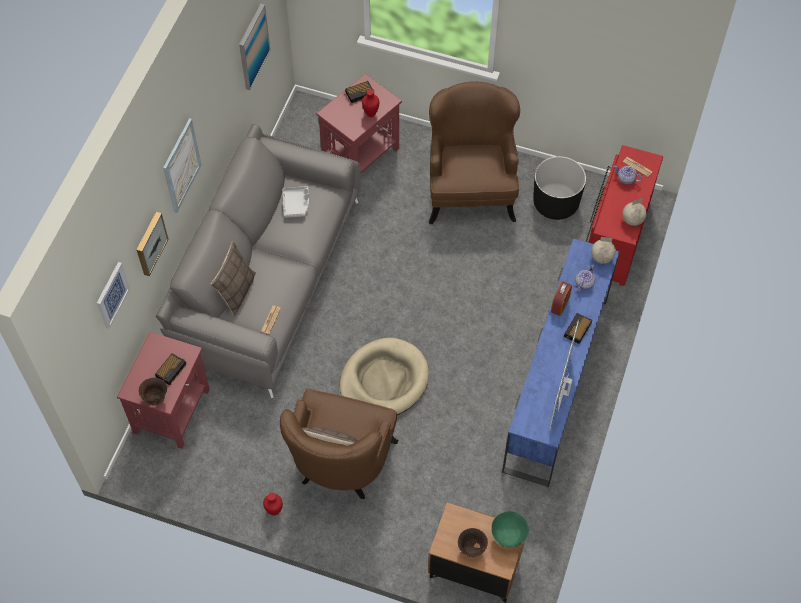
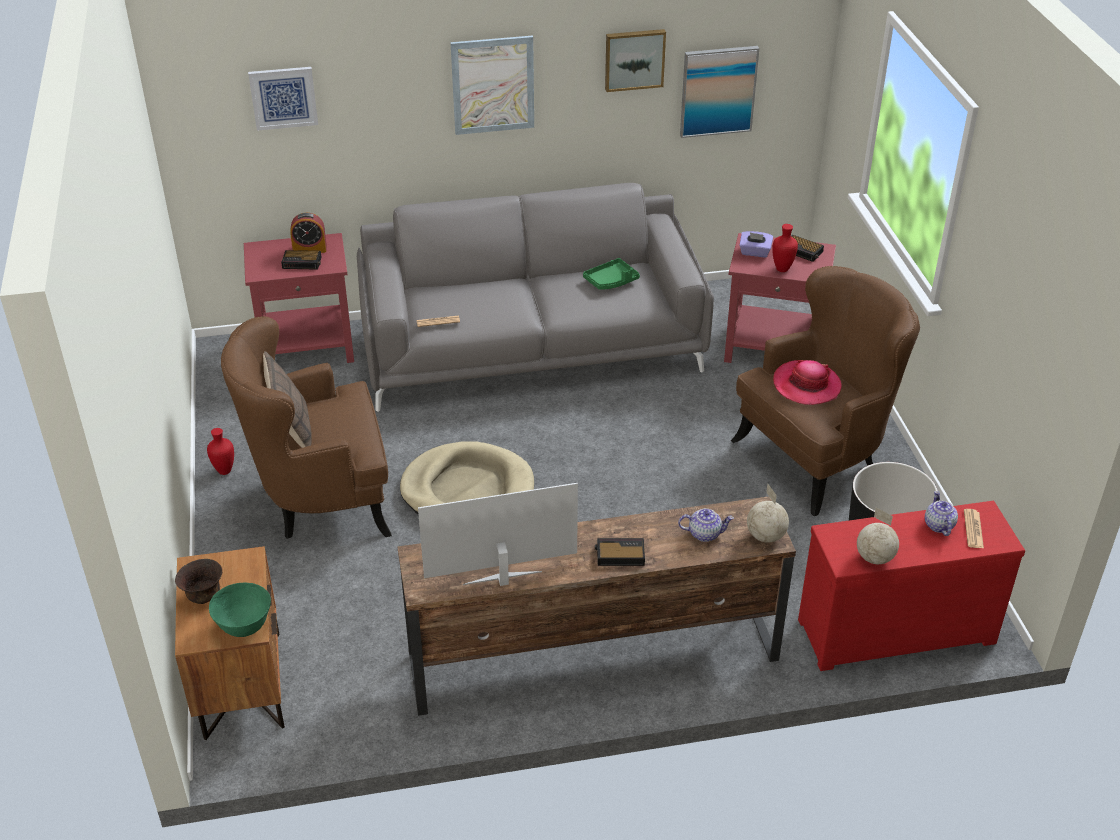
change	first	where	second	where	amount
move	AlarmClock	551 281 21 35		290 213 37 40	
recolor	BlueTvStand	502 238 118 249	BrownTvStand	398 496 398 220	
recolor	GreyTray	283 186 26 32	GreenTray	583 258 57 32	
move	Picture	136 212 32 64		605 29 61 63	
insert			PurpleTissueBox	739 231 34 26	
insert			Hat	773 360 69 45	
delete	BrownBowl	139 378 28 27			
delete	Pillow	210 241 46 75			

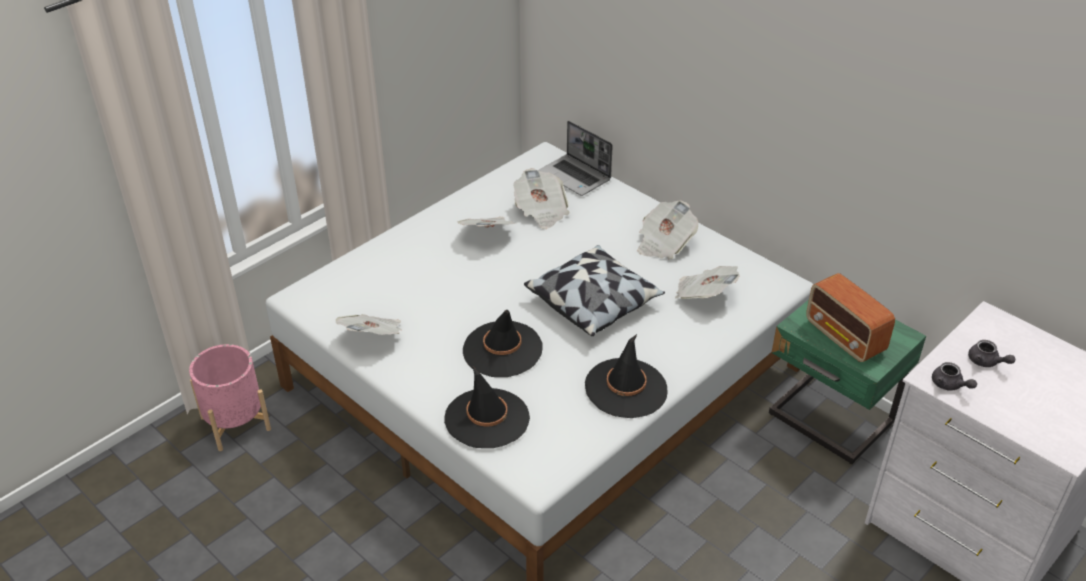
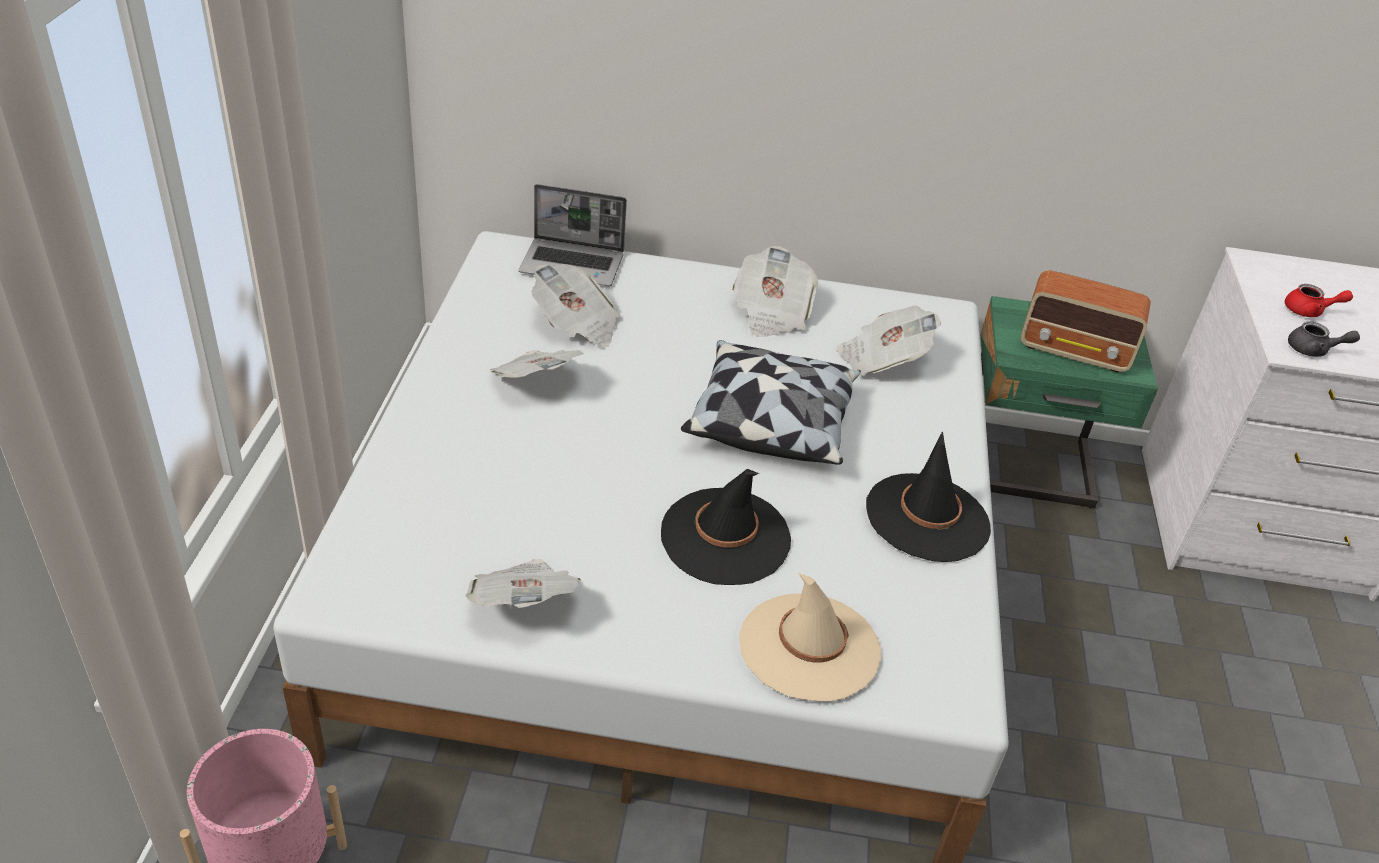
change	first	where	second	where	amount
recolor	BlackHat	444 367 86 81	BeigeHat	739 573 142 128	
recolor	GreyTeapot	968 340 47 27	RedTeapot	1285 284 68 33	

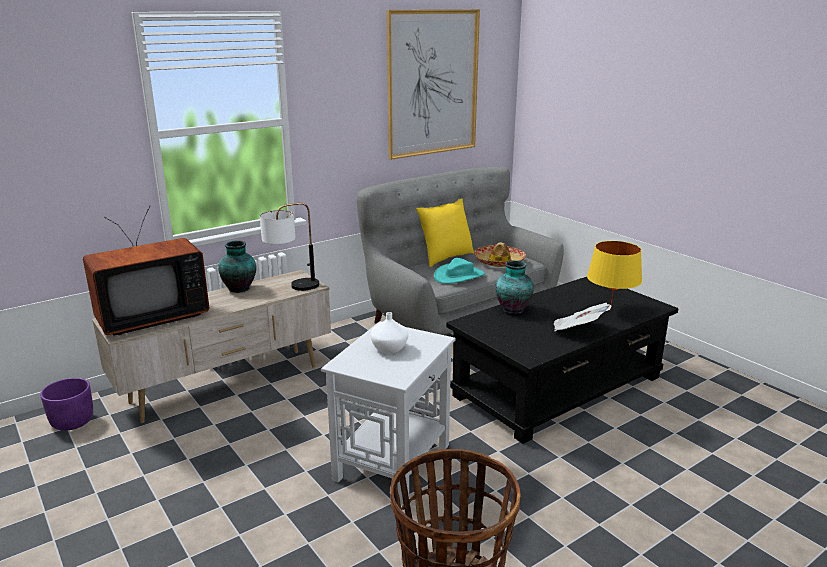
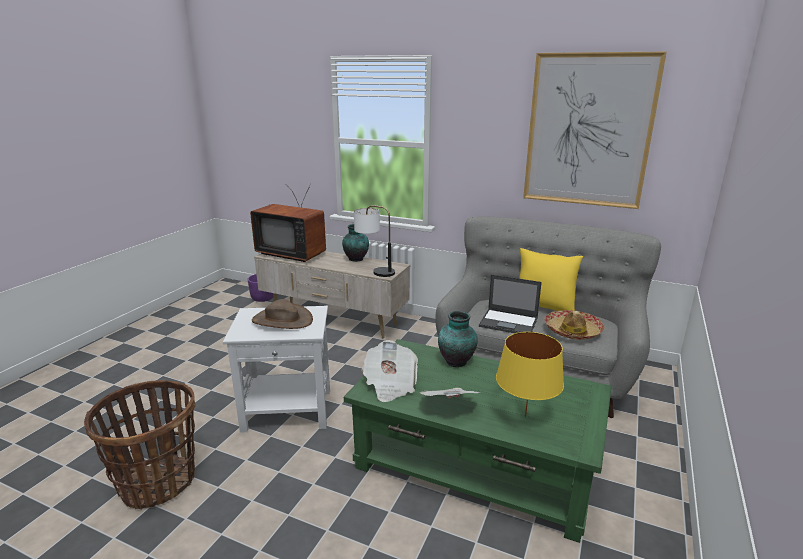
change	first	where	second	where	amount
replace	WhiteVase	371 312 37 42	BrownHat	252 299 61 30	
recolor	BlackCoffeeTable	446 277 232 167	GreenCoffeeTable	344 339 268 204	
insert			Newspaper	362 340 56 62	
replace	TurquoiseHat	434 258 51 26	Laptop	479 275 63 58	

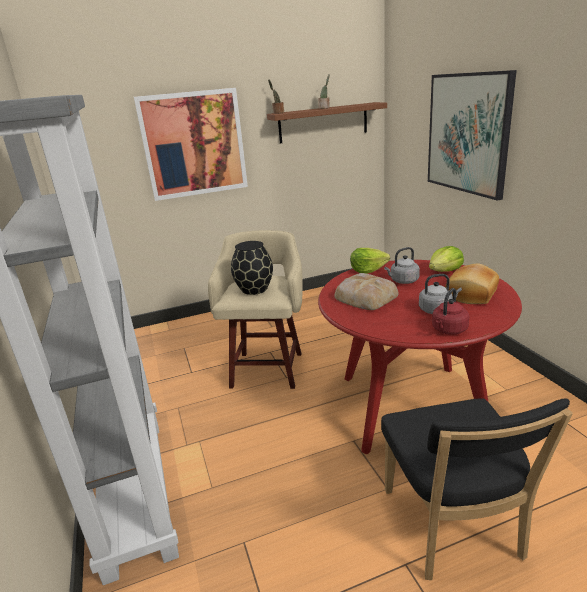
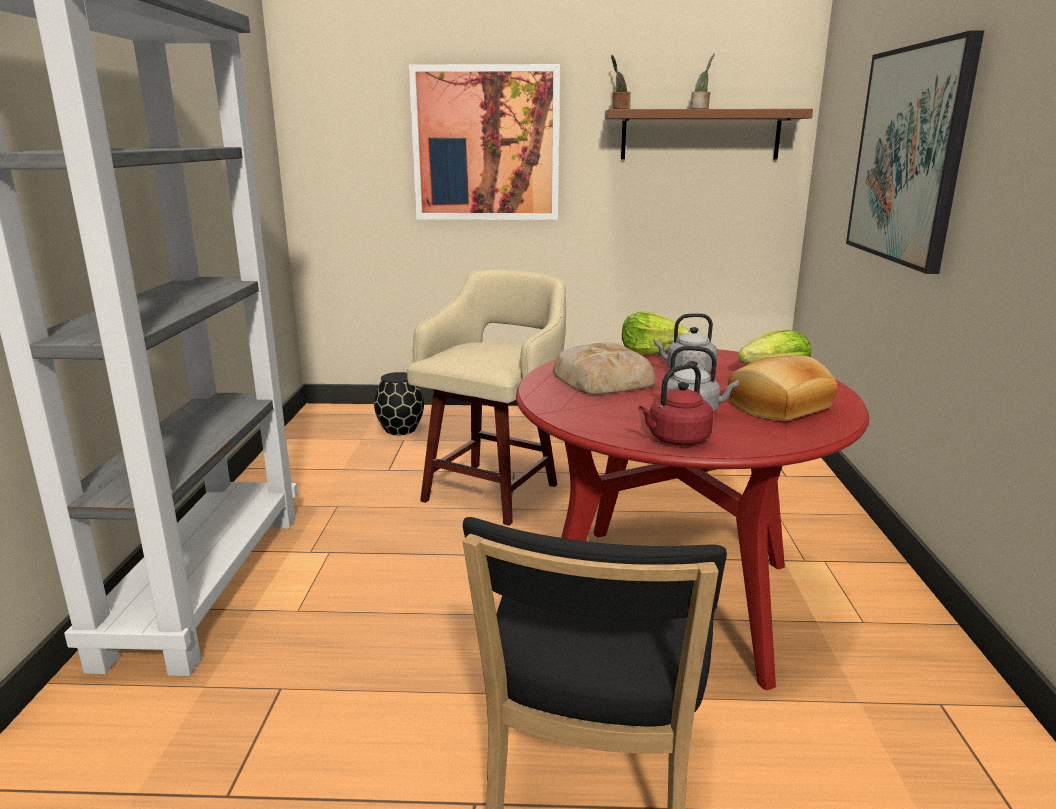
change	first	where	second	where	amount
move	BlackVase	231 241 42 54		374 372 50 63	

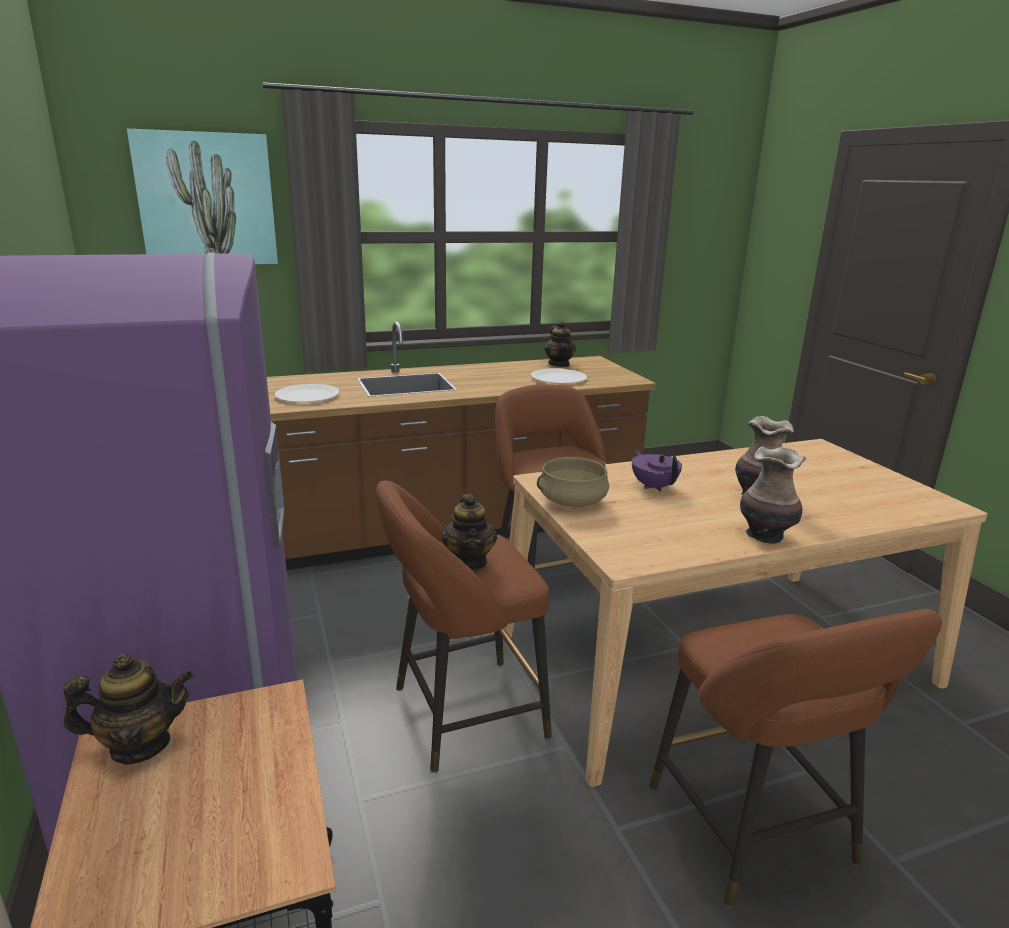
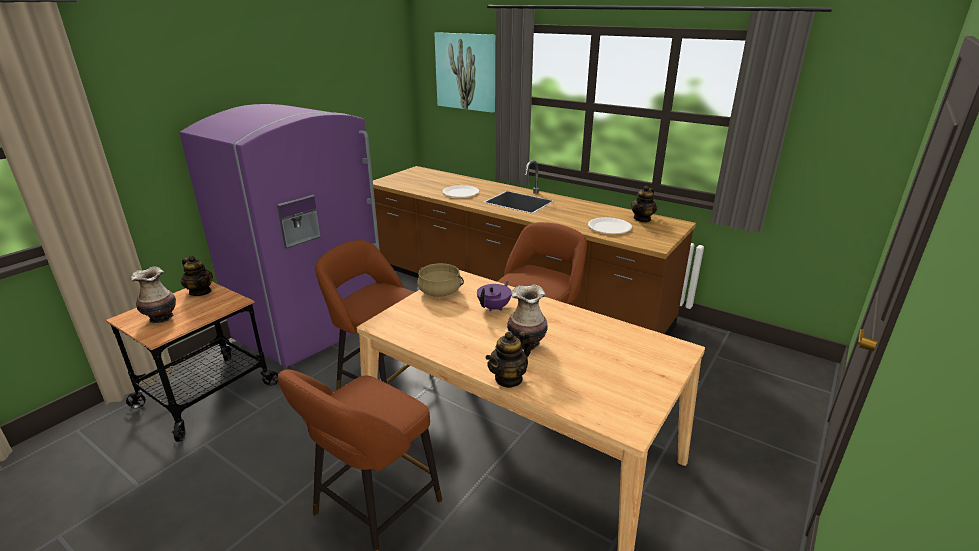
change	first	where	second	where	amount
move	Vase	740 447 66 97		131 266 45 57	
move	Teapot	441 494 56 76		485 331 46 57	

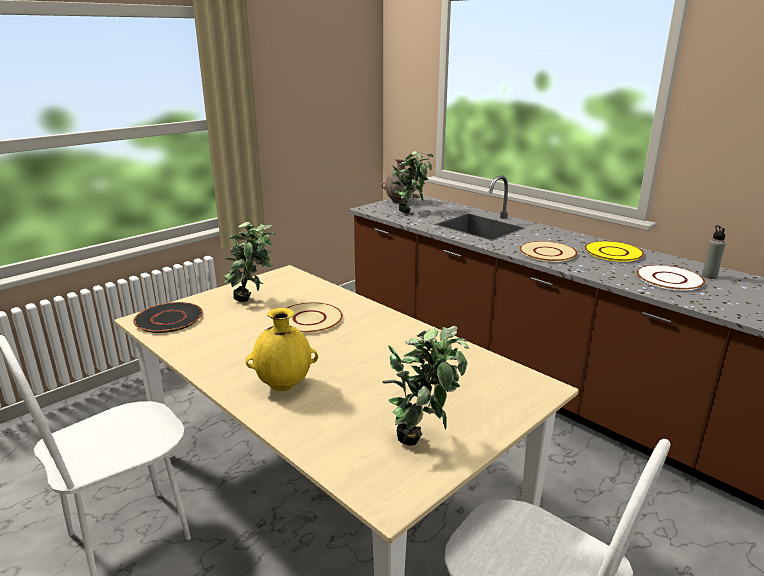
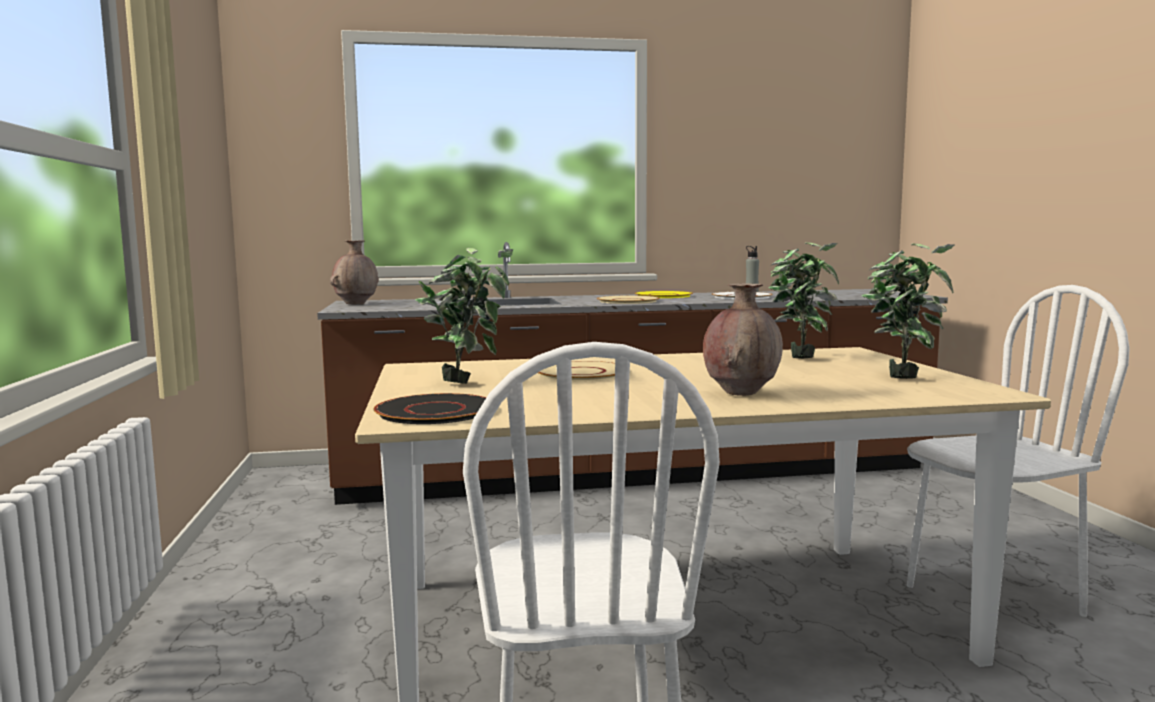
change	first	where	second	where	amount
recolor	YellowVase	245 308 73 83	BrownVase	703 283 80 113	
move	PottedPlant	391 151 42 62		768 242 71 116	

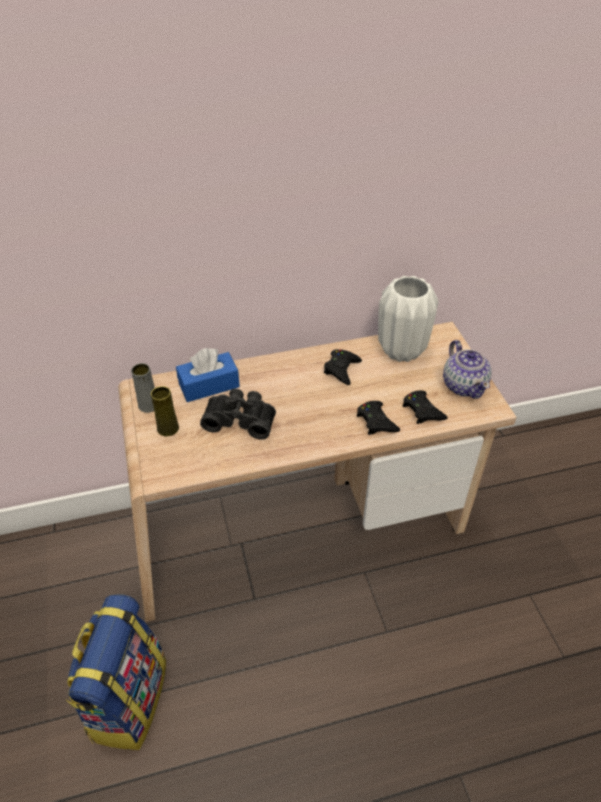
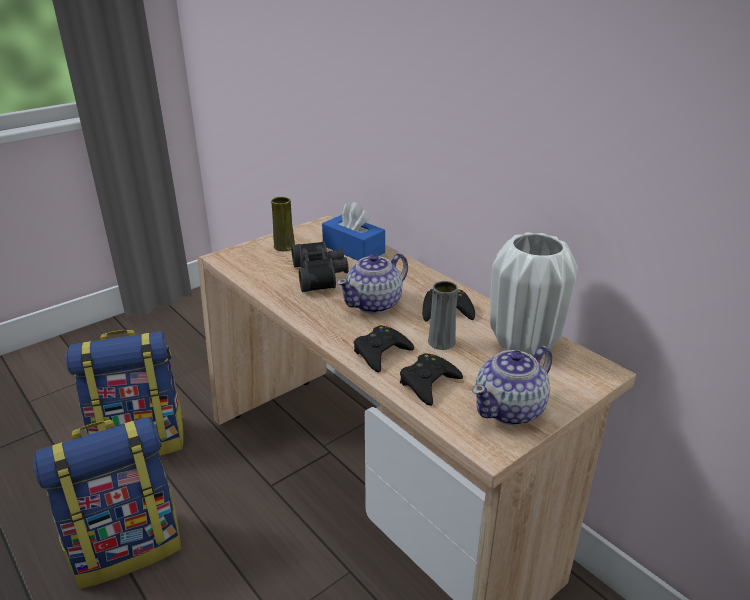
change	first	where	second	where	amount
insert			Backpack	33 417 148 172	
insert			Teapot	337 253 71 61	
move	GreyVase	131 363 24 50		428 281 30 69	

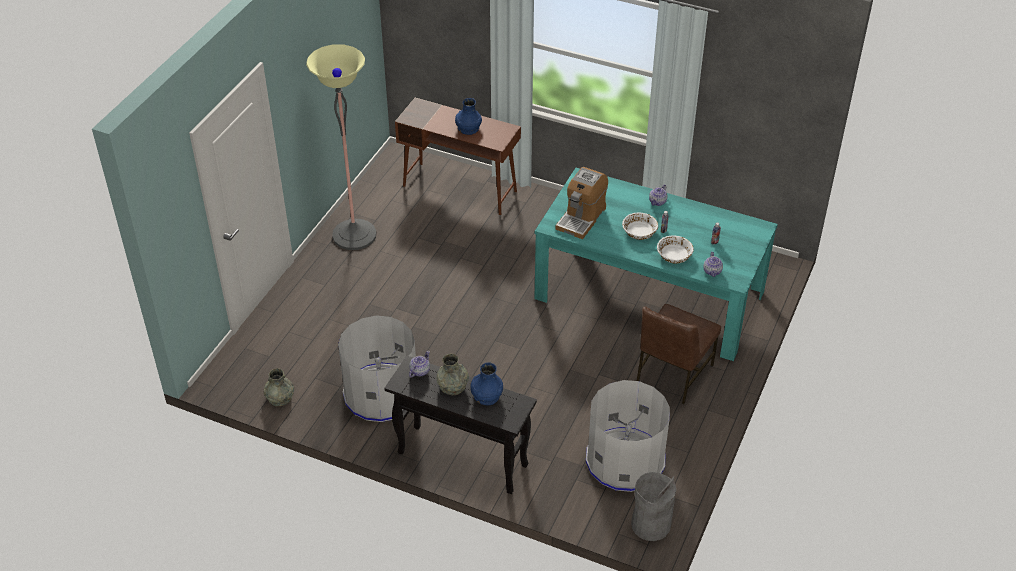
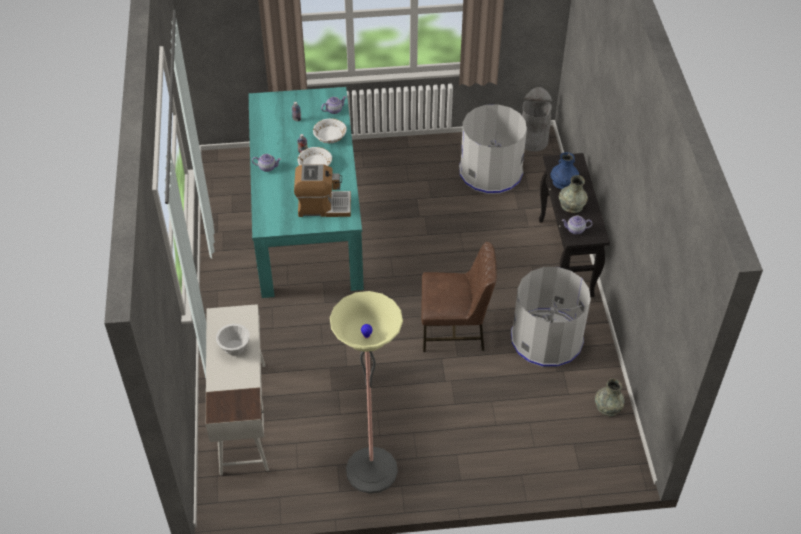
change	first	where	second	where	amount
recolor	BrownDesk	395 98 126 117	WhiteDesk	206 304 63 171	
replace	BlueVase	455 98 27 37	WhiteBowl	216 323 34 33	
move	BrownChair	637 304 84 101		421 242 76 110	

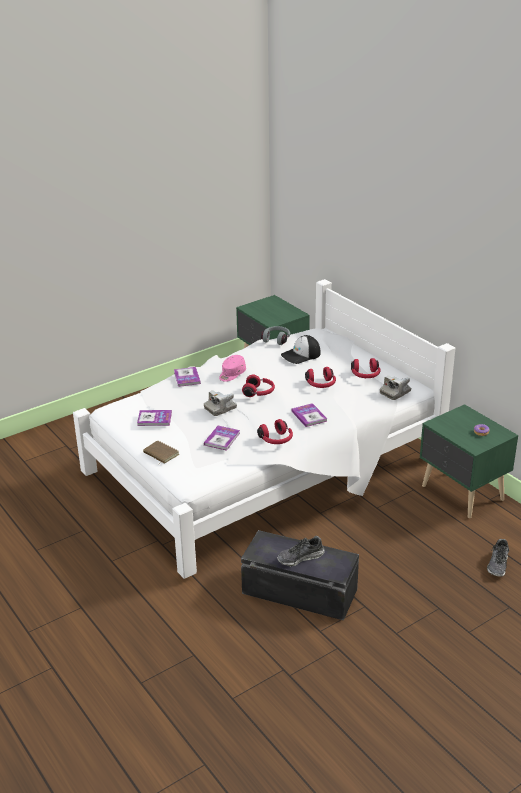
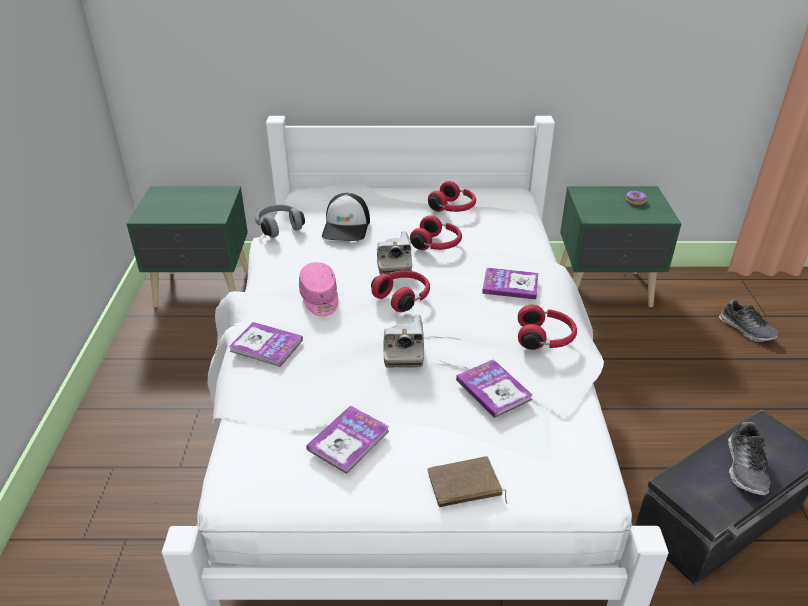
change	first	where	second	where	amount
move	PhotoCamera	380 375 31 25		377 231 35 44	

